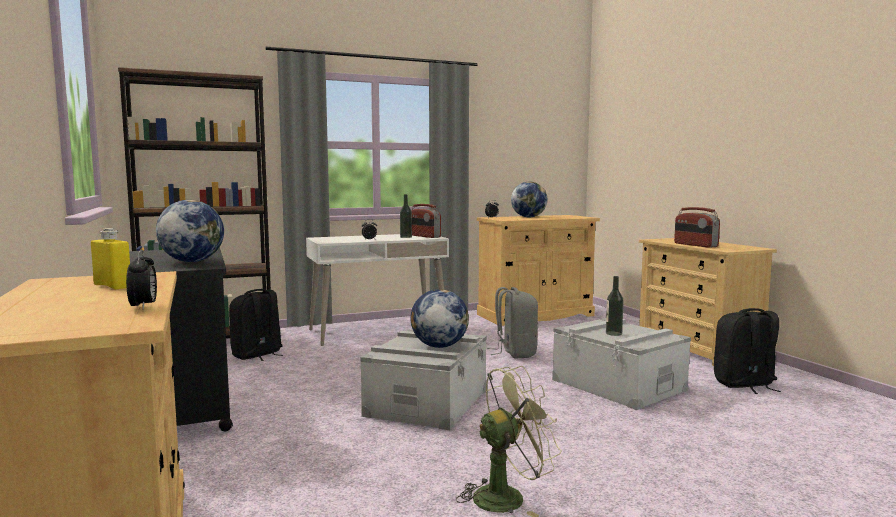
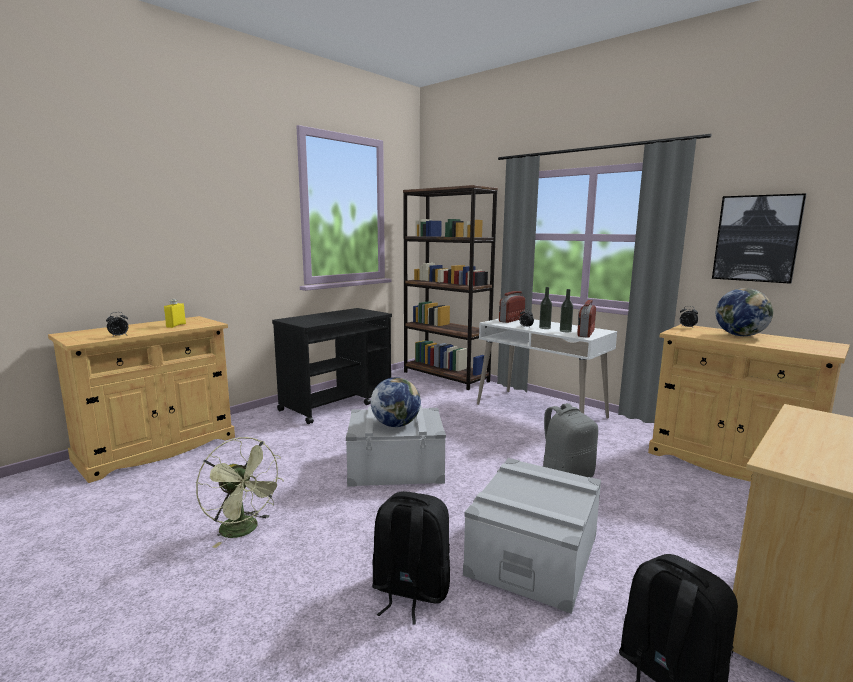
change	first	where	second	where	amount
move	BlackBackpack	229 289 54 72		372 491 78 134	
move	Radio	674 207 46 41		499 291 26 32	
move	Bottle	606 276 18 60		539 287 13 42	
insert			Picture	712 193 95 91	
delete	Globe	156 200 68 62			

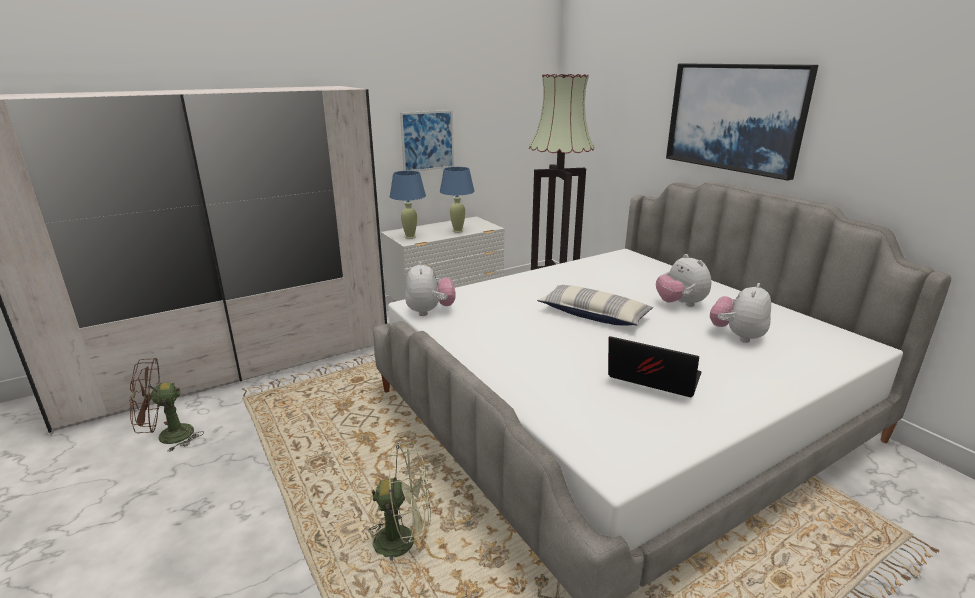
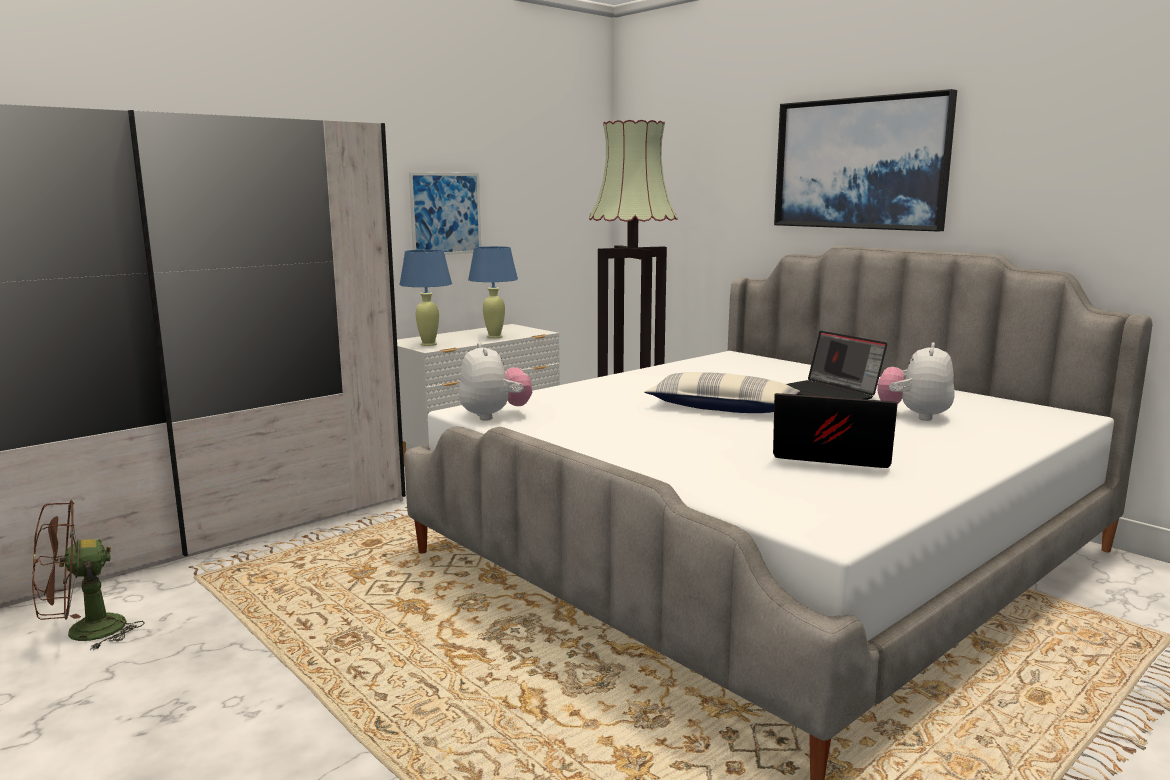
change	first	where	second	where	amount
replace	PlushToy	656 254 55 53	Laptop	786 331 101 69	
delete	GreenFan	363 442 68 119			

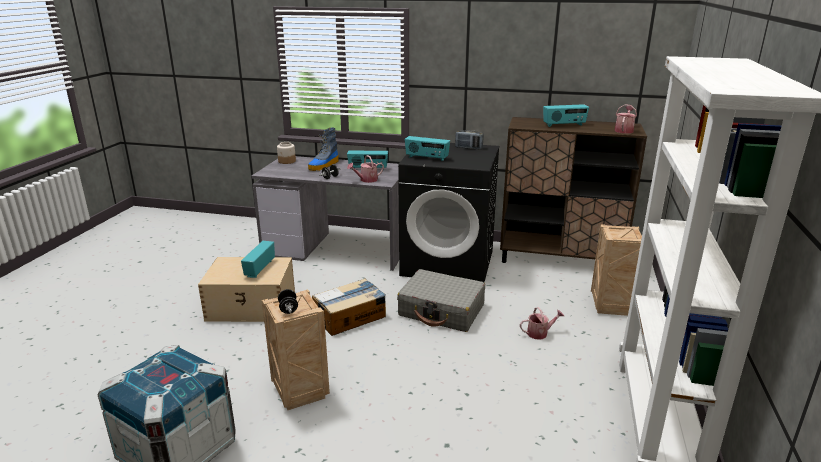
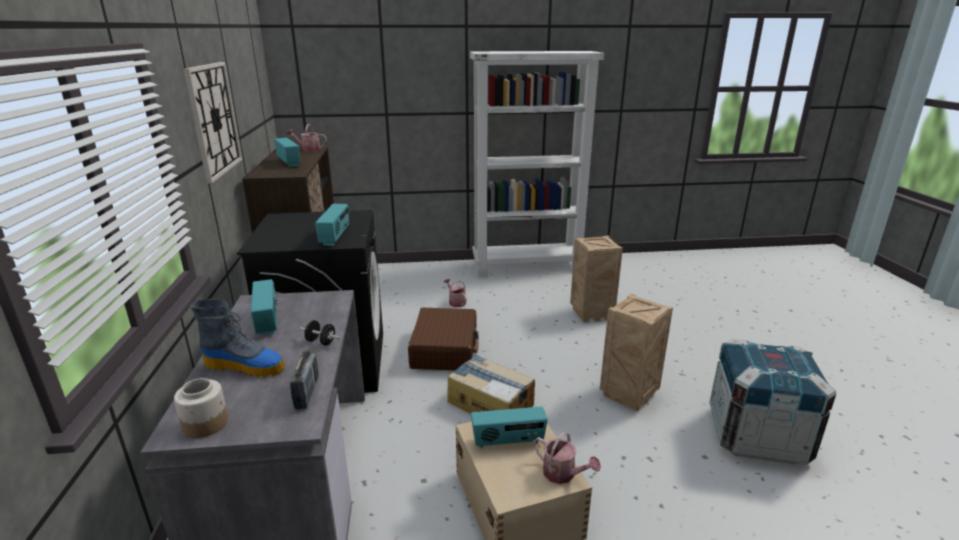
change	first	where	second	where	amount
insert			WallClock	183 62 59 122	
move	Radio	455 130 29 19		290 350 29 59	
recolor	GreySuitcase	397 269 88 63	BrownSuitcase	408 308 71 62	
move	WateringCan	347 155 37 28		533 432 68 52	
move	Crate	591 224 51 92		570 236 53 86	
delete	BlackDumbbell	278 289 20 25			

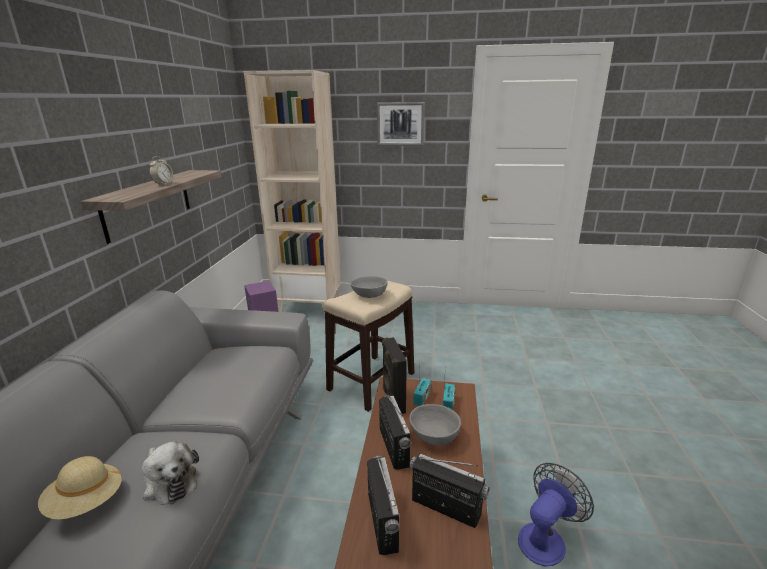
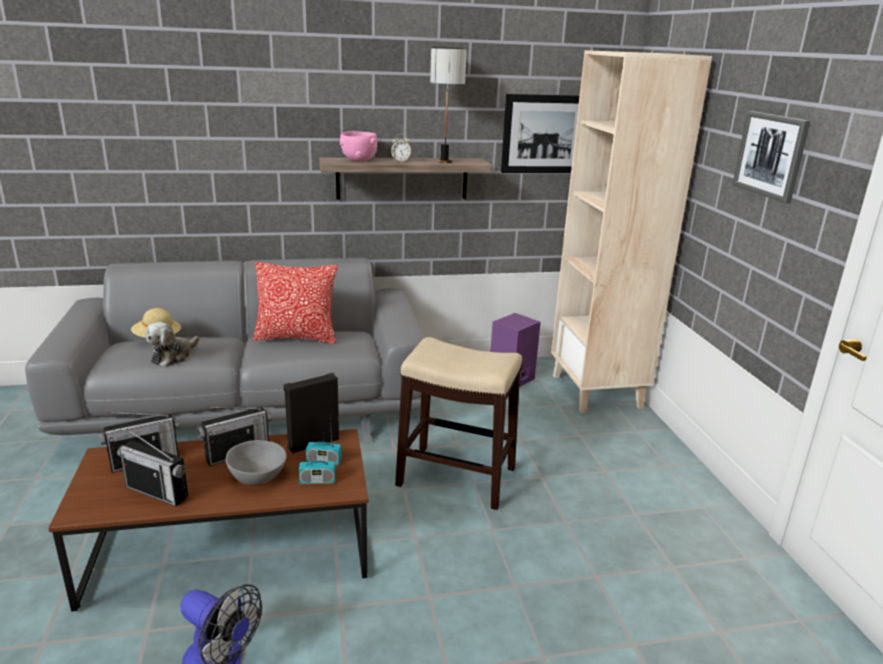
change	first	where	second	where	amount
rotate	Radio	409 453 81 75		117 429 71 77	105 degrees clockwise
insert			Pillow	253 262 85 82	
insert			PinkBowl	340 131 37 30	
insert			TableLamp	430 47 37 116	
insert			Picture	501 94 78 79	
delete	GreyBowl	350 276 37 22			

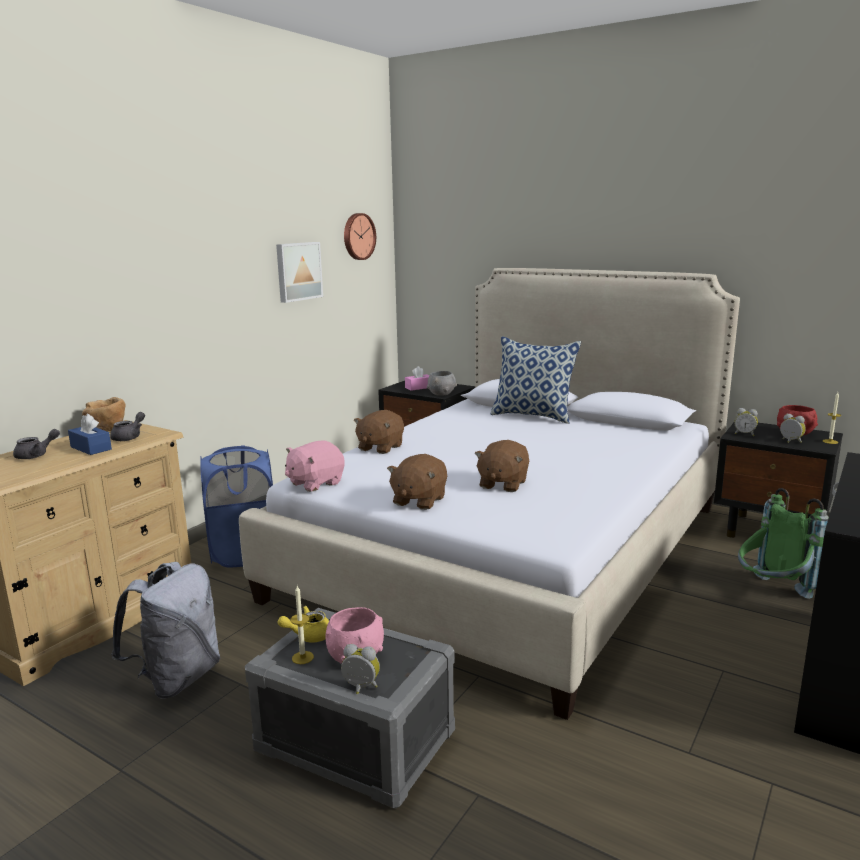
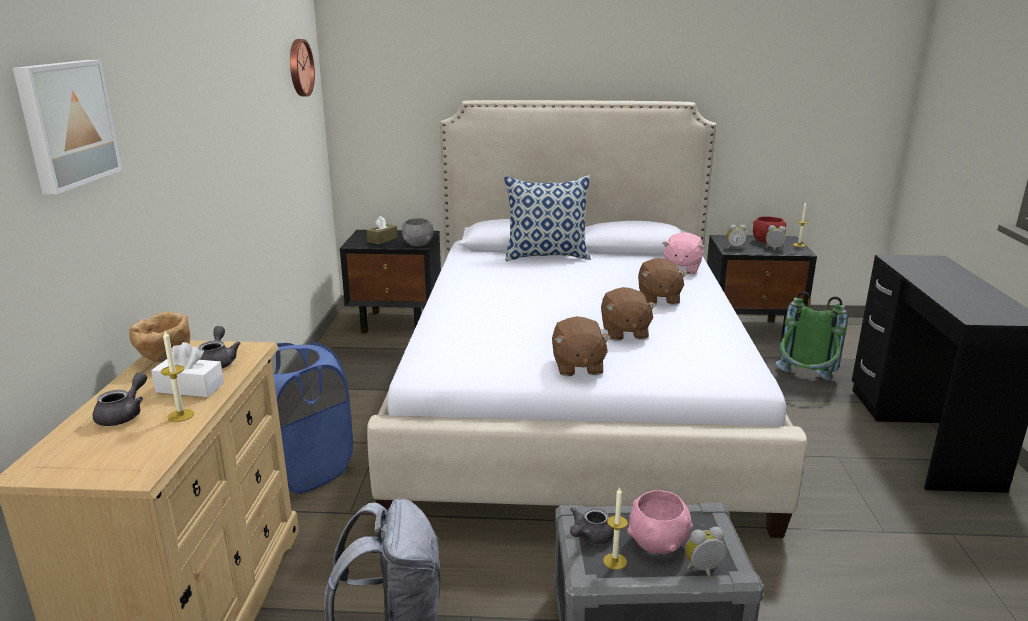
change	first	where	second	where	amount
move	Picture	276 242 47 61		13 60 109 134	
recolor	BlueTissueBox	68 414 44 41	WhiteTissueBox	151 342 73 55	
insert			Candle	161 331 33 91	
recolor	PinkTissueBox	405 366 24 25	BrownTissueBox	367 216 31 29	
recolor	YellowTeapot	278 606 51 36	GreyTeapot	570 507 44 37	
move	BrownPlushToy	354 410 50 44		638 258 50 47	
move	PinkPlushToy	285 440 60 52		662 232 42 42	

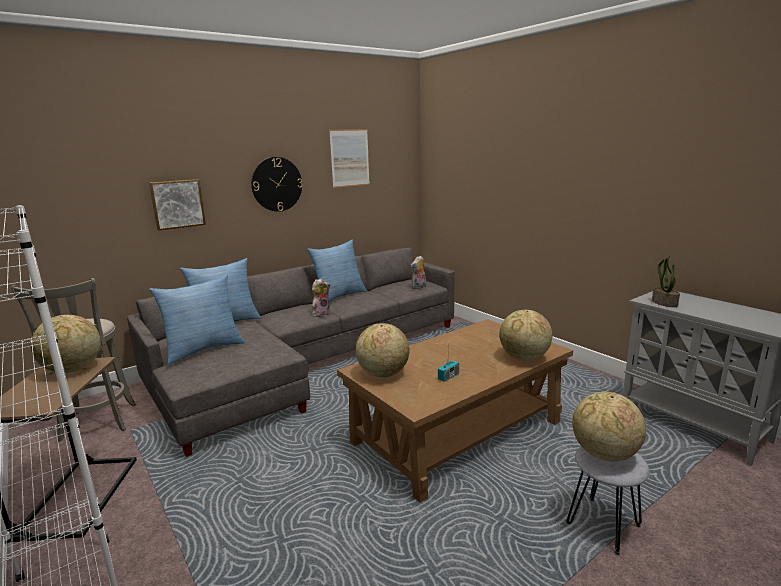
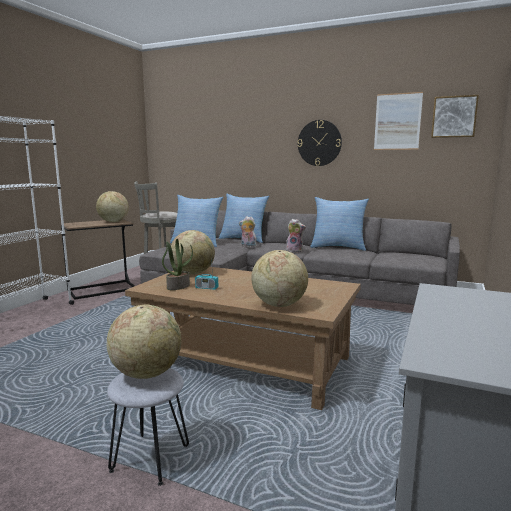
change	first	where	second	where	amount
move	PottedPlant	652 255 28 52		162 239 31 51	
move	PlushToy	411 255 15 34		239 216 18 32	
move	Picture	149 179 57 52		431 95 48 43	

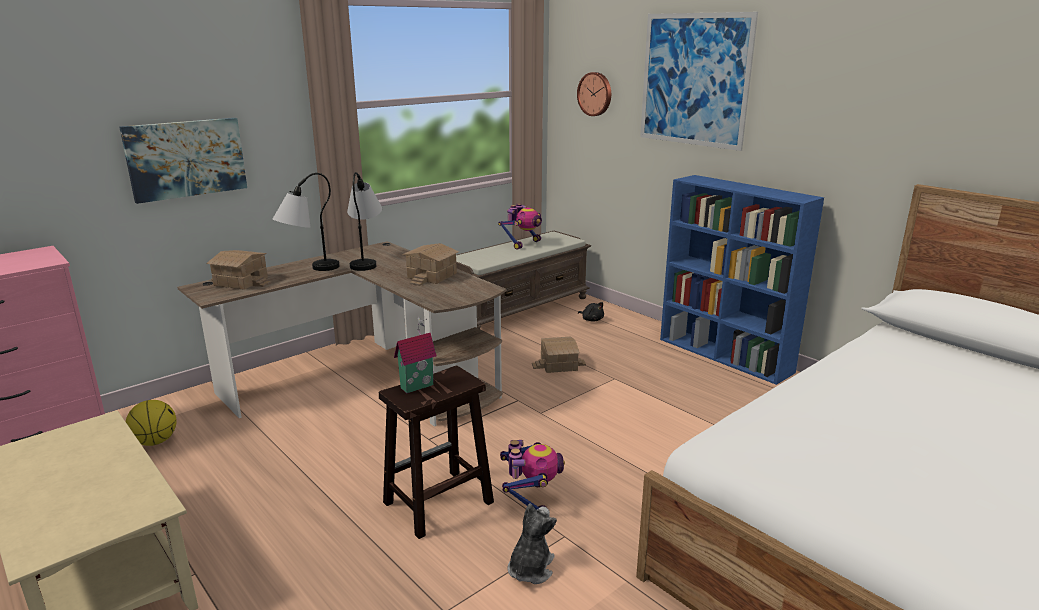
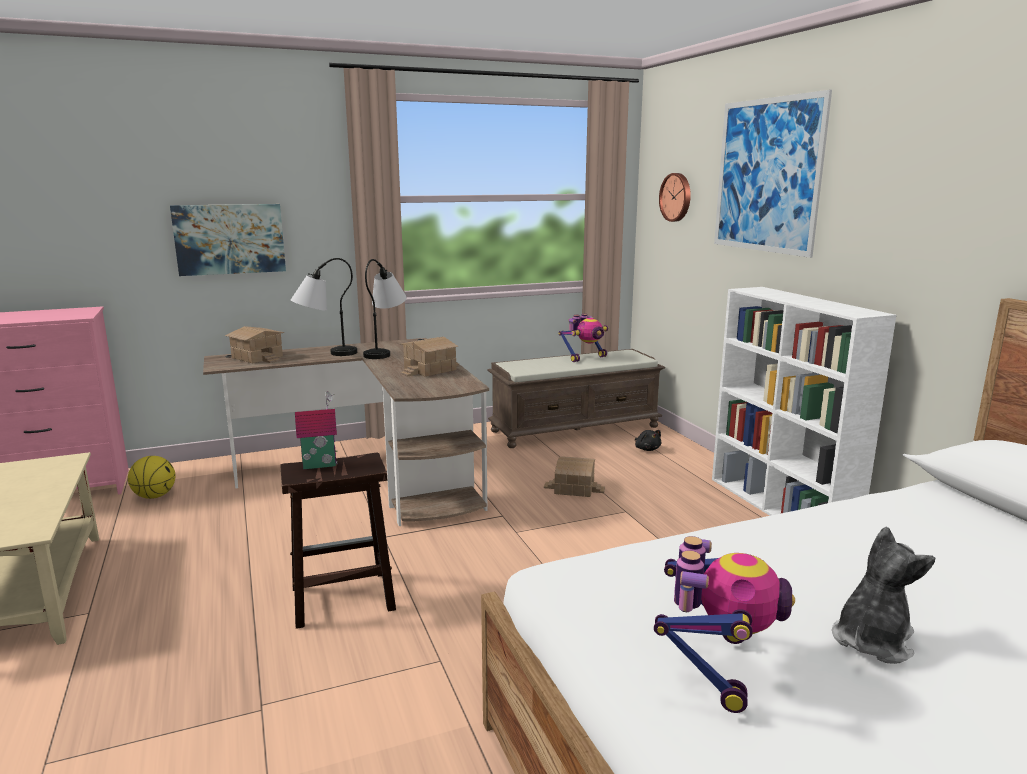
change	first	where	second	where	amount
move	ToyRobot	500 440 65 70		654 536 141 177	
recolor	BlueBookcase	660 175 164 210	WhiteBookcase	712 287 184 229	
move	PlushToy	507 503 50 81		832 527 103 137	

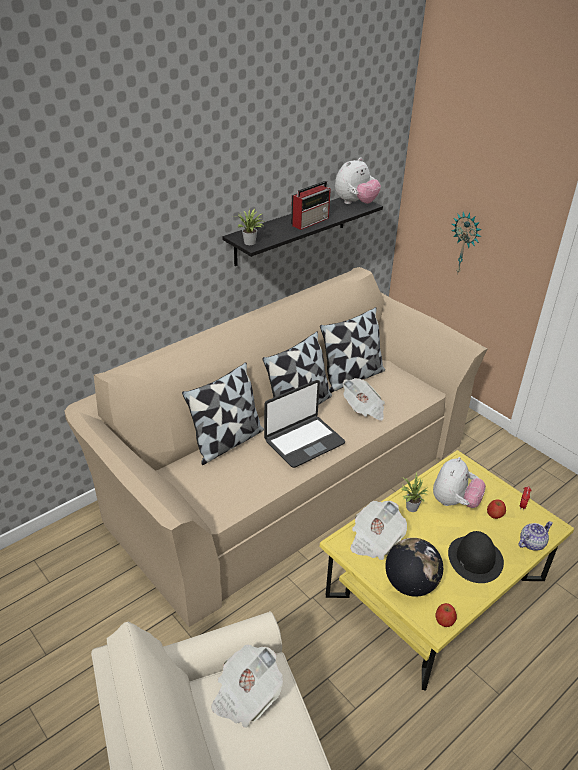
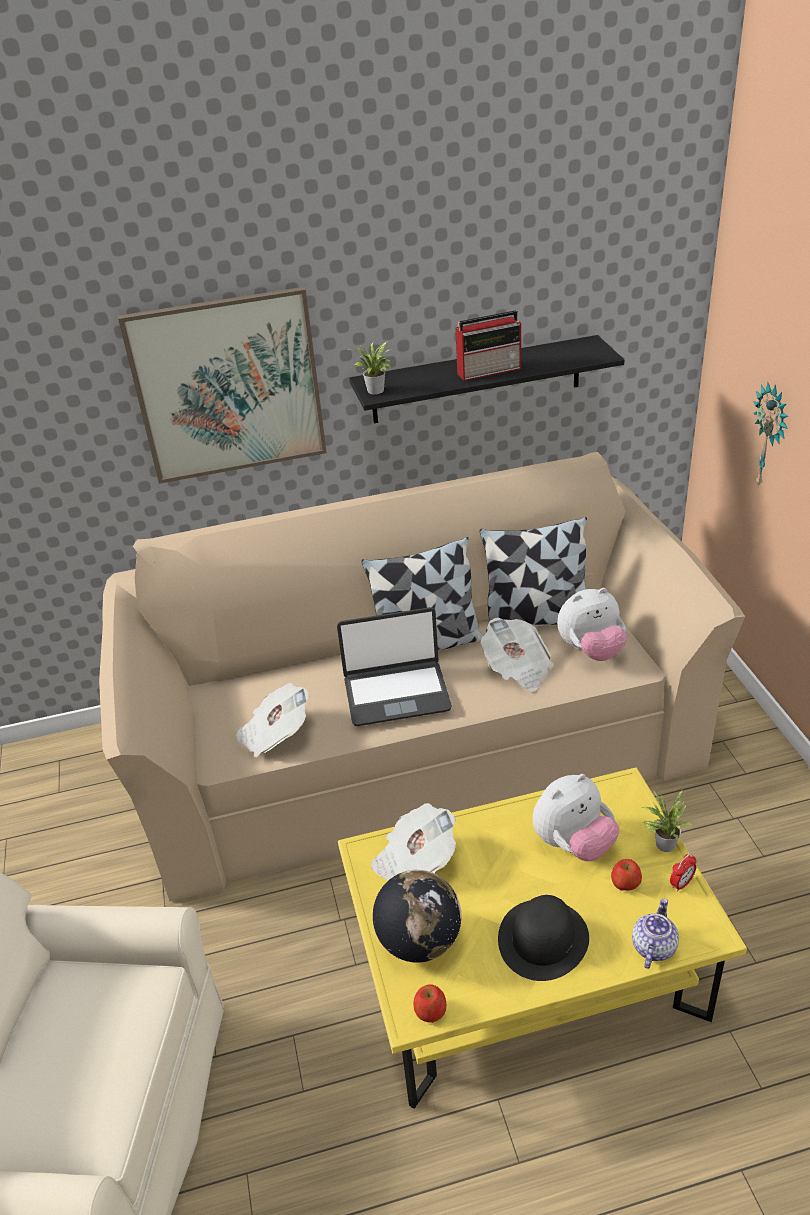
change	first	where	second	where	amount
insert			Picture	118 287 209 197	
move	Newspaper	211 644 72 84		236 683 74 74	
move	PlushToy	335 157 46 47		557 588 70 73	
rotate	Teapot	518 521 35 30		632 898 47 71	60 degrees counterclockwise
move	PottedPlant	401 472 27 40		642 789 51 63	
delete	Pillow	182 362 82 103			

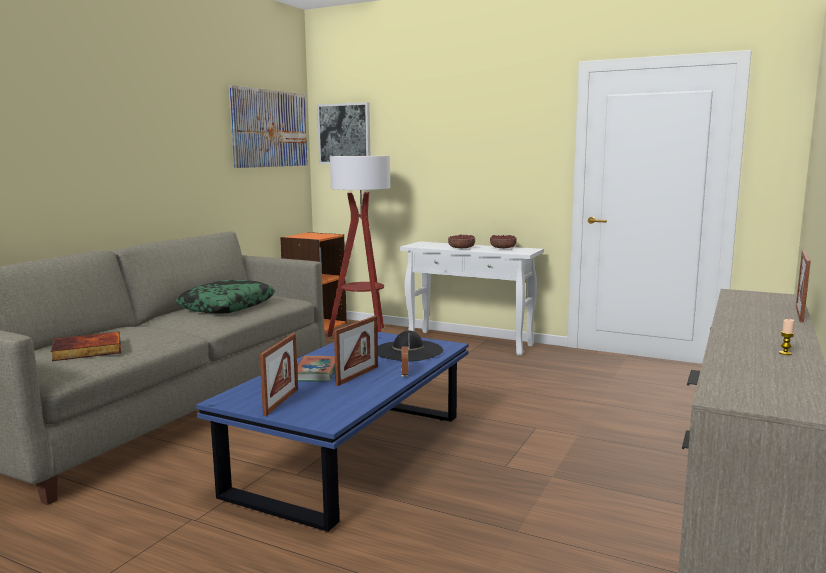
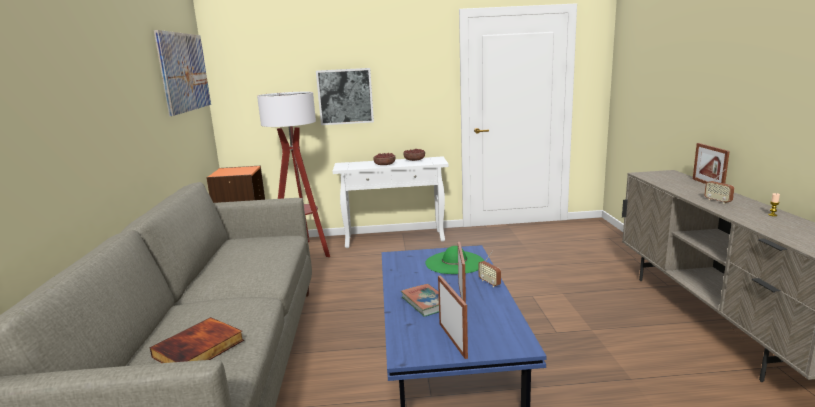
change	first	where	second	where	amount
move	Picture	317 102 53 62		316 68 58 57	
recolor	BlackHat	378 331 66 30	GreenHat	426 246 58 28	
insert			Radio	704 169 31 35	
delete	Pillow	176 280 99 34			

